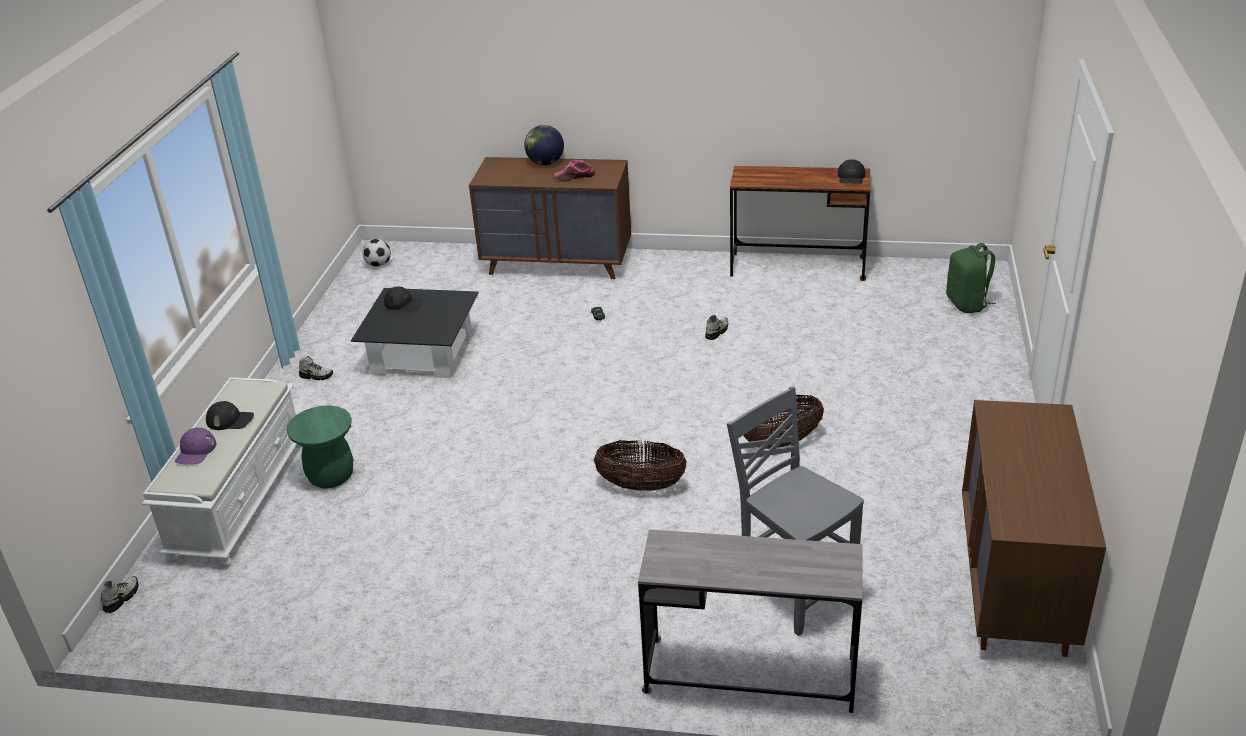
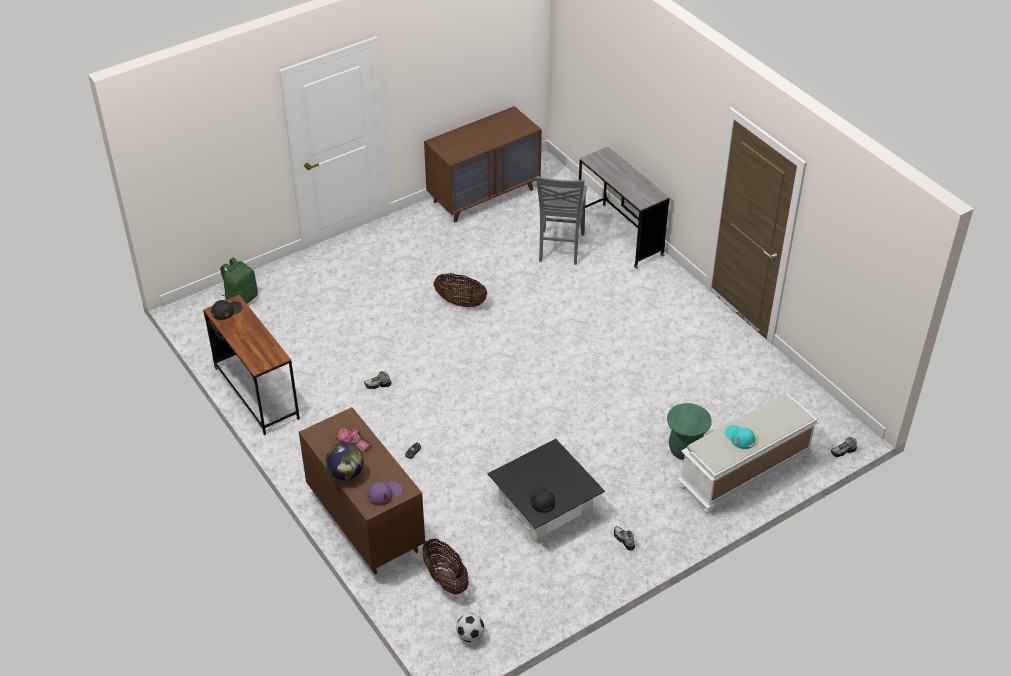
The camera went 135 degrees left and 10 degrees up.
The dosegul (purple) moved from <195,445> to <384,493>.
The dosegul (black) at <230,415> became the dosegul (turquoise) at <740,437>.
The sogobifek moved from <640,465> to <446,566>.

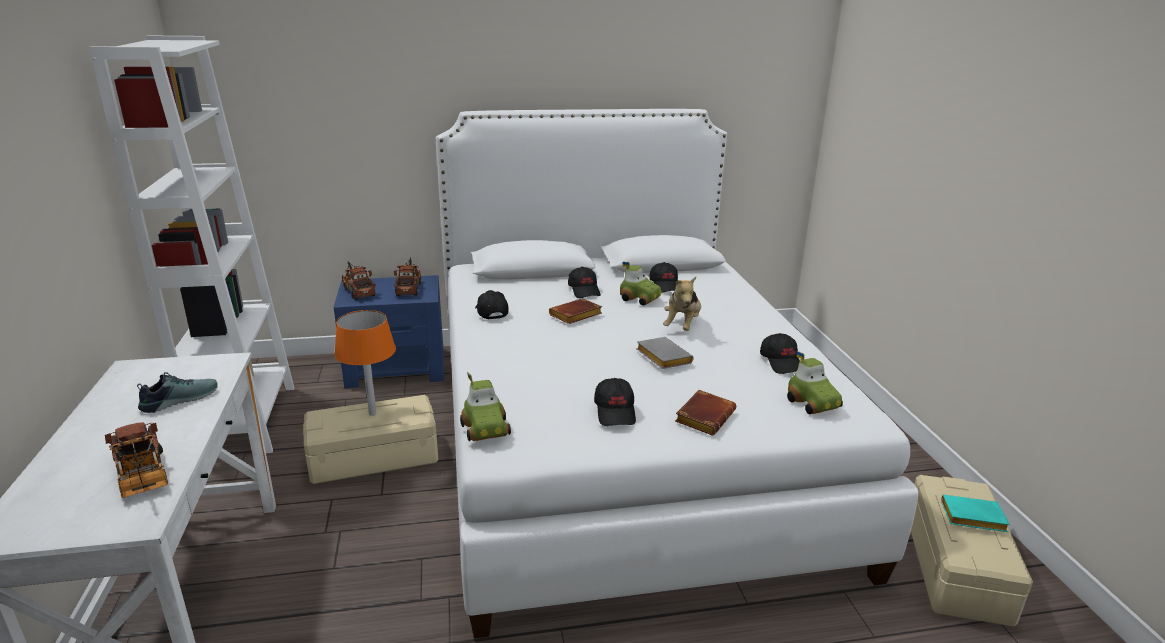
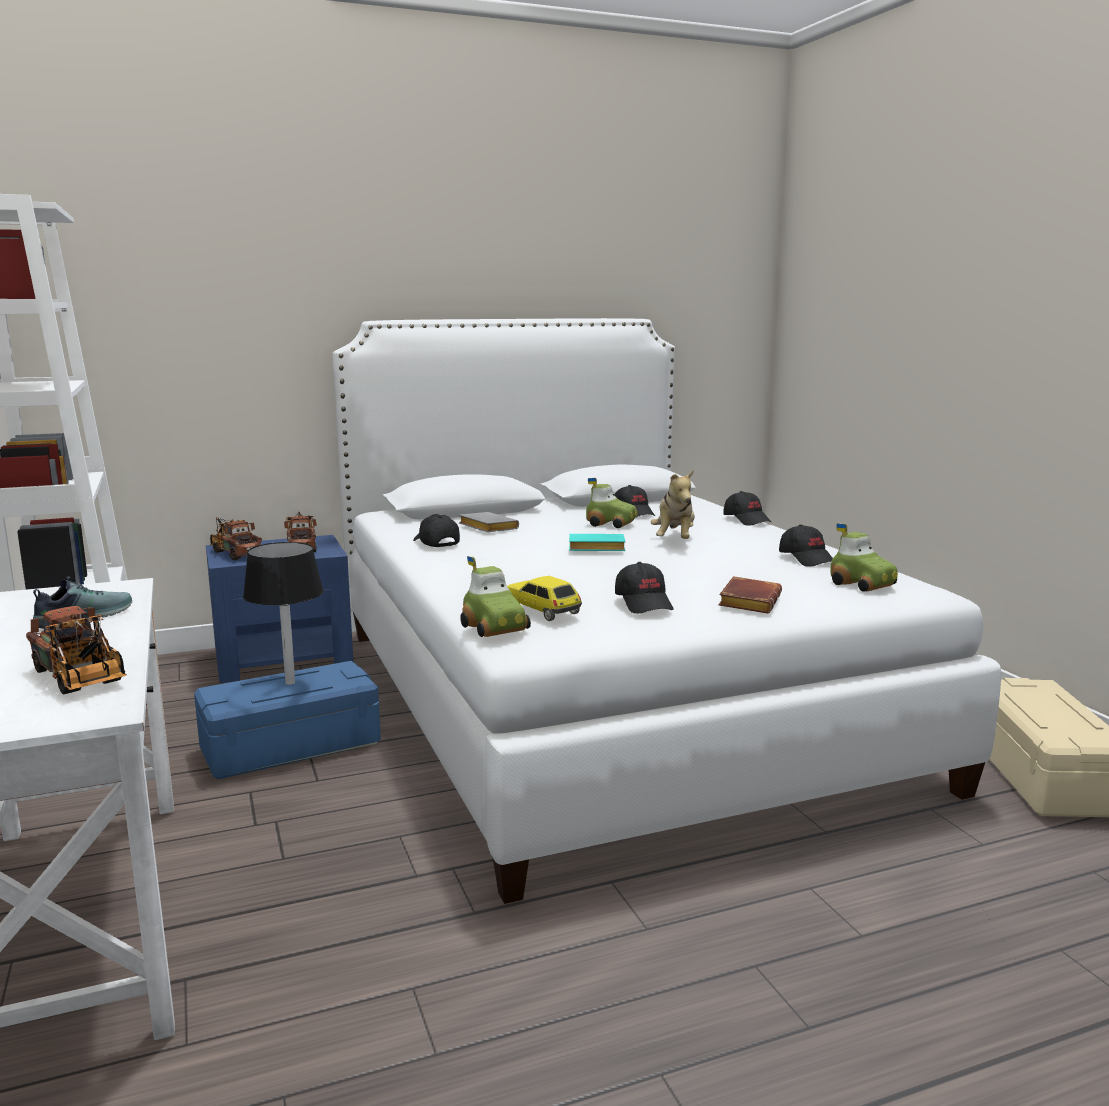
The camera went 10 degrees left and 10 degrees down.
The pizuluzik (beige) at <370,439> became the pizuluzik (blue) at <287,720>.
The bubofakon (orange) at <365,363> became the bubofakon (black) at <283,613>.
The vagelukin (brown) at <575,311> disappeared.
The dosegul (black) moved from <584,282> to <747,508>.
The vagelukin (grey) moved from <665,353> to <489,522>.
The vagelukin (turquoise) moved from <975,513> to <597,542>.
The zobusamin at <544,598> appeared.

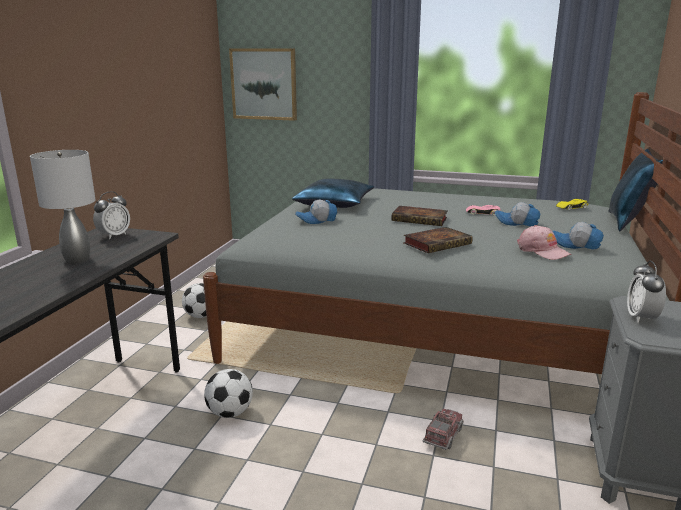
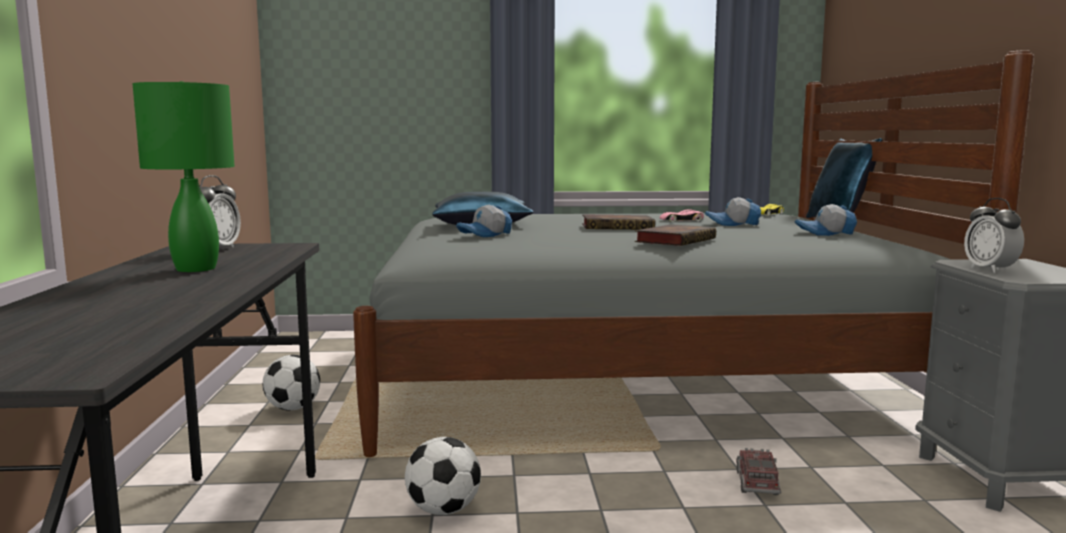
The camera went 20 degrees left and 10 degrees down.
The bubofakon (grey) at <63,207> became the bubofakon (green) at <183,176>.
The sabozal at <263,84> disappeared.
The dosegul (pink) at <544,242> disappeared.

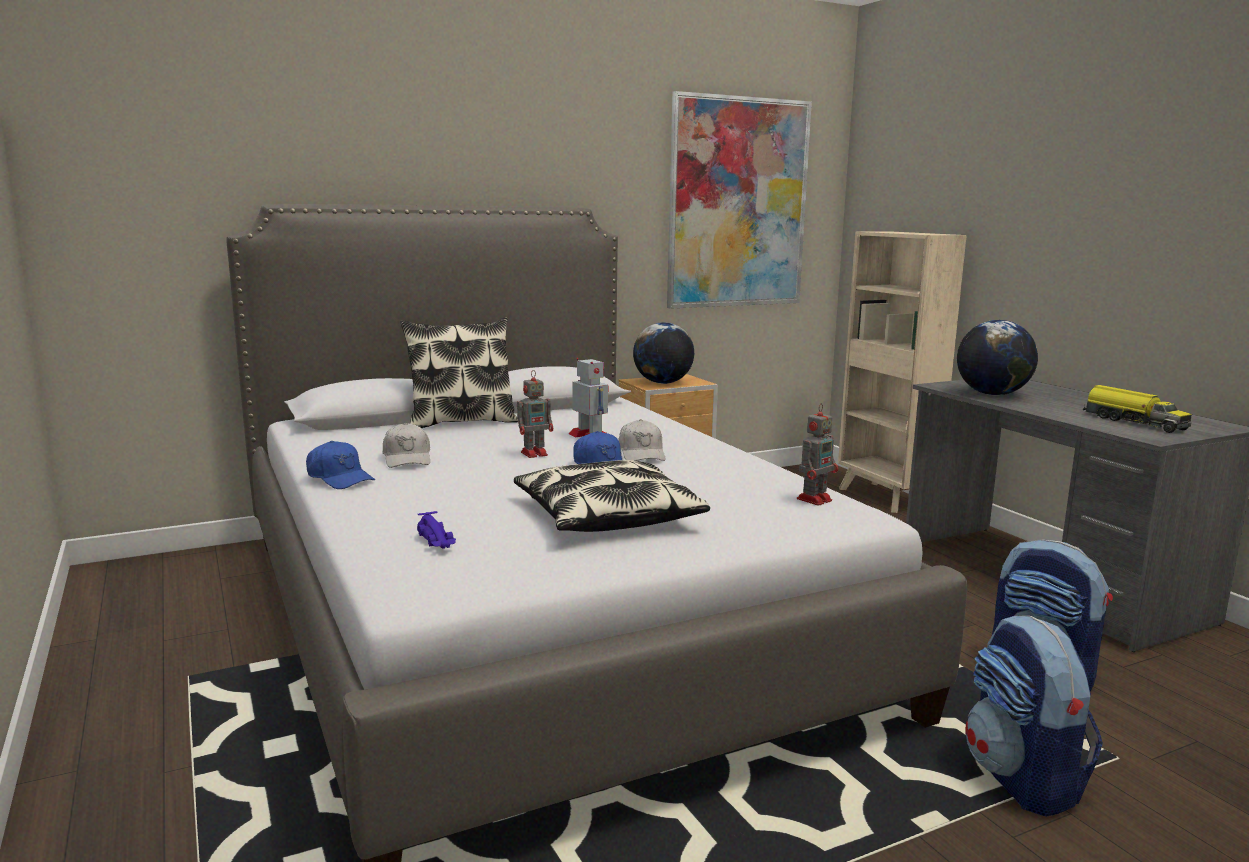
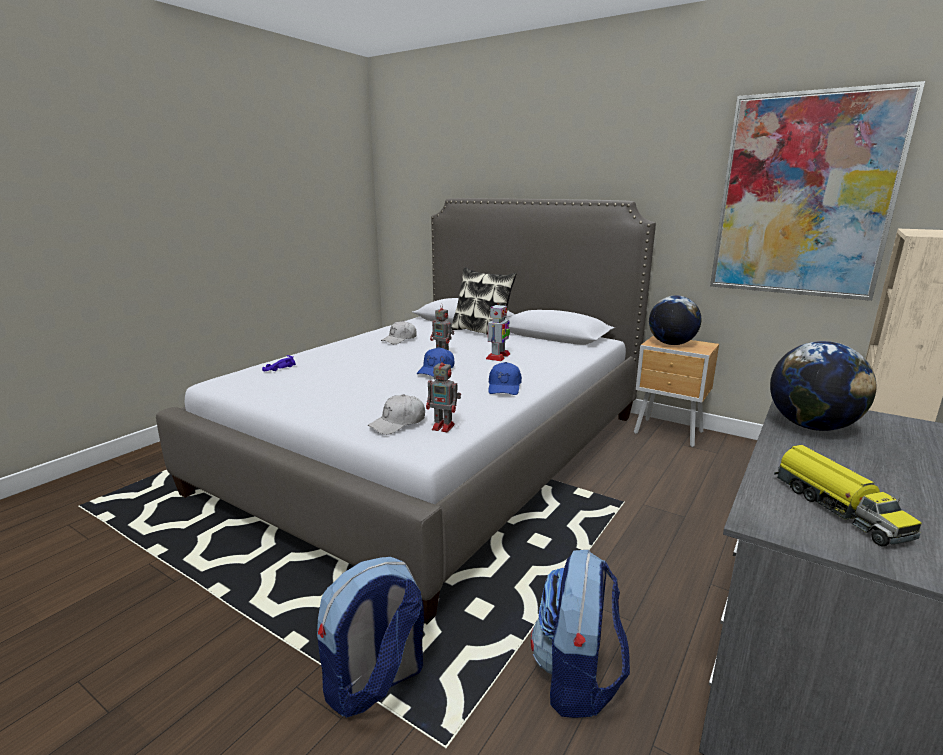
The camera went 60 degrees right and 5 degrees up.
The dosegul (blue) moved from <340,465> to <505,378>.
The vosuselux at <612,496> disappeared.
The dosegul (white) moved from <642,440> to <396,414>.
The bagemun at <1137,409> turned 45 degrees counterclockwise.

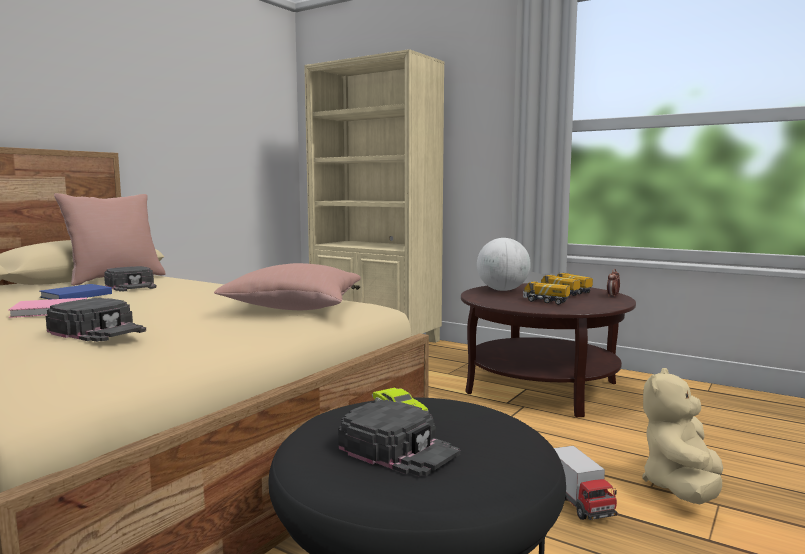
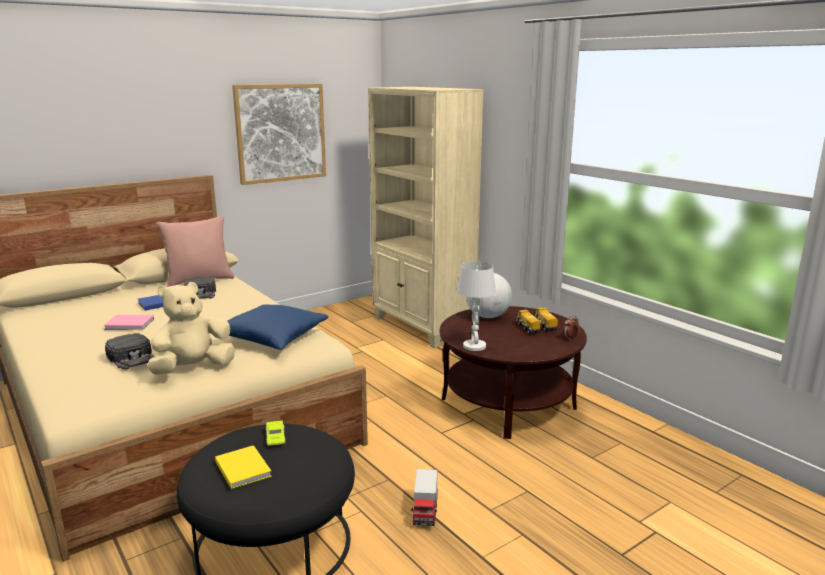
The camera went 20 degrees right and 10 degrees up.
The vosuselux (pink) at <287,286> became the vosuselux (blue) at <277,327>.
The dosegul (black) at <399,438> was replaced by the vagelukin (yellow) at <243,467>.
The bagemun at <546,293> disappeared.
The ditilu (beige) moved from <682,436> to <191,328>.
The sabozal at <279,134> appeared.
The bubofakon (white) at <476,306> appeared.

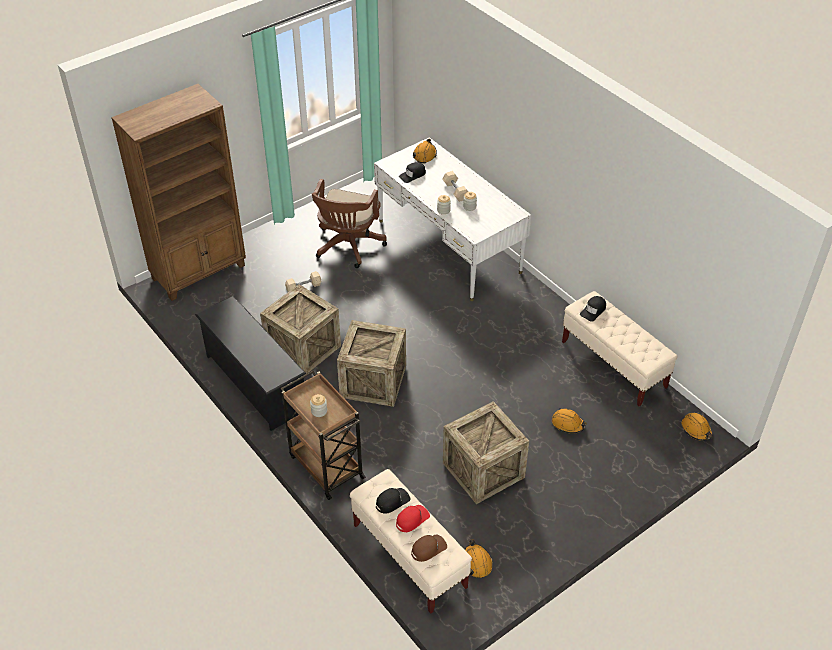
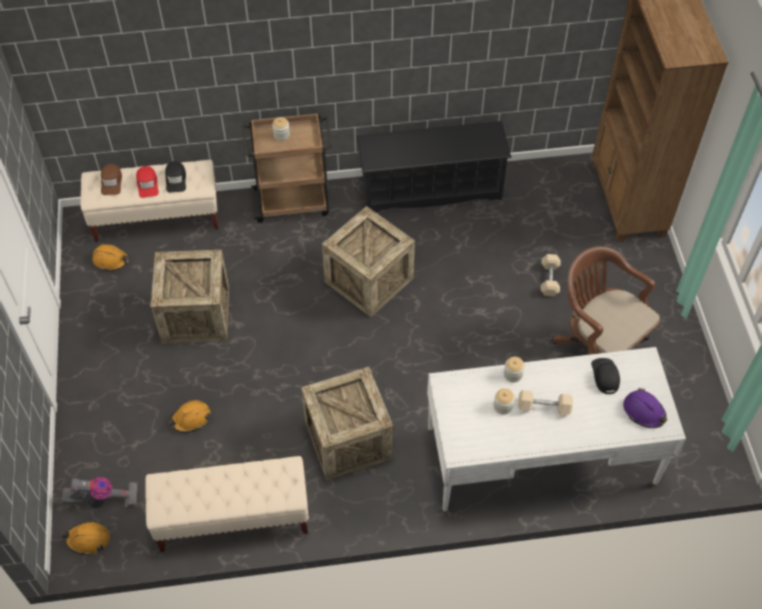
The camera went 120 degrees right and 10 degrees up.
The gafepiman moved from <300,330> to <347,423>.
The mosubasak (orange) at <425,150> became the mosubasak (purple) at <645,408>.
The dosegul (black) at <593,309> disappeared.
The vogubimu at <100,493> appeared.

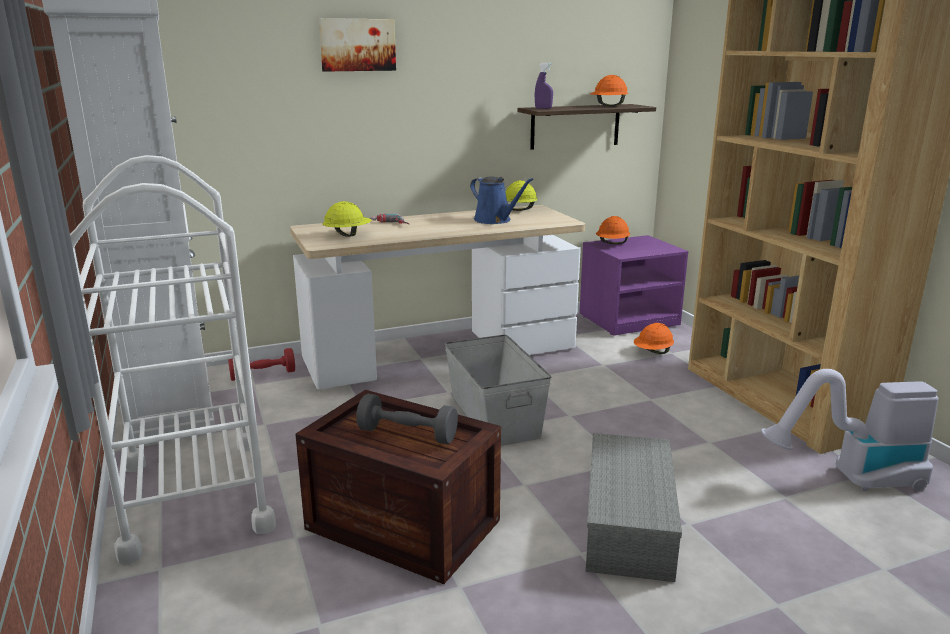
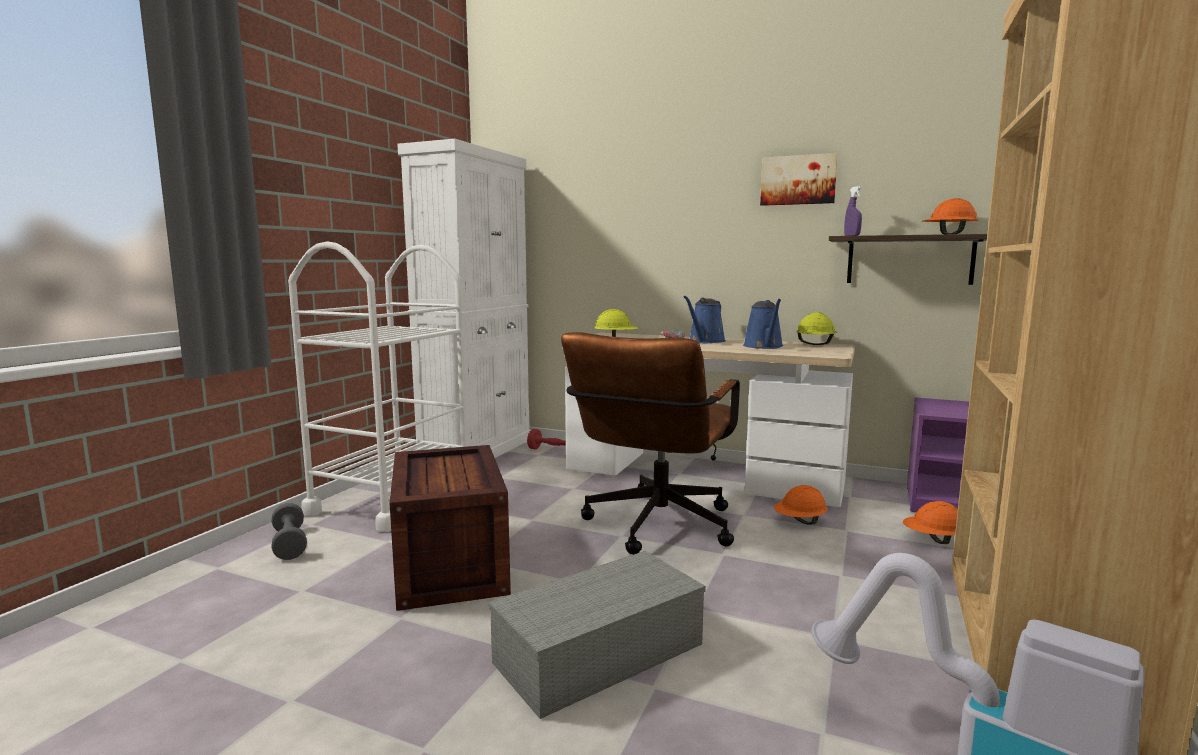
The camera went 45 degrees right and 10 degrees down.
The sabozal moved from <357,45> to <799,179>.
The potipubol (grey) moved from <407,419> to <289,531>.
The pizuluzik (grey) at <498,390> was replaced by the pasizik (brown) at <650,443>.
The mosubasak (orange) moved from <613,230> to <800,505>.
The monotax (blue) at <705,319> appeared.

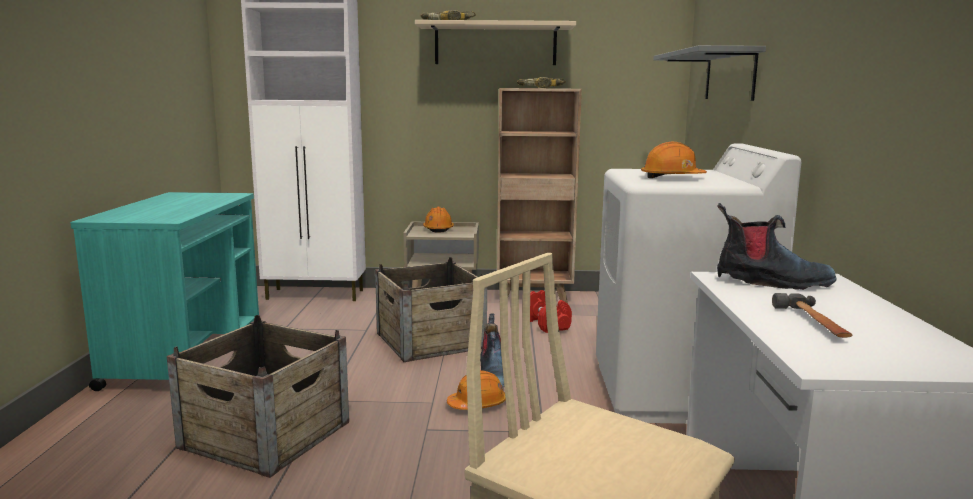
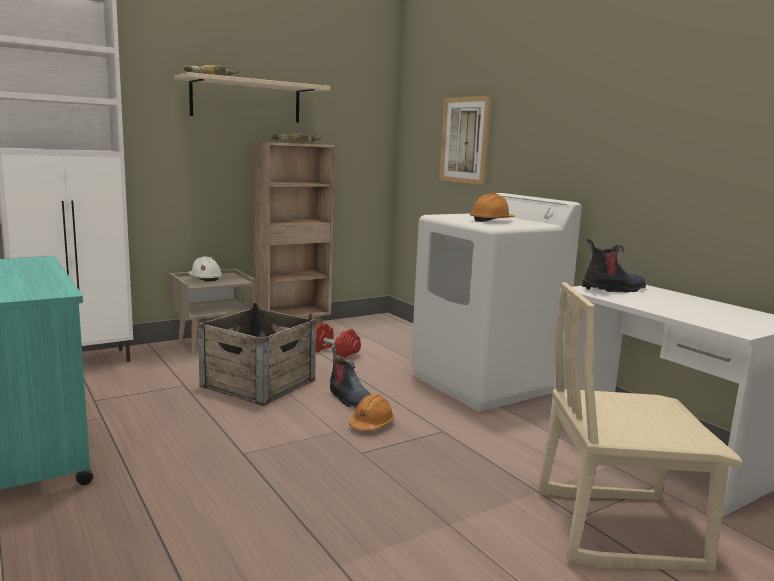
The camera went 35 degrees left and 0 degrees up.
The gafepiman at <258,396> disappeared.
The mosubasak (orange) at <438,220> became the mosubasak (white) at <205,269>.
The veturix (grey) at <709,73> was replaced by the sabozal at <465,140>.
The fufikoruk at <812,315> disappeared.

